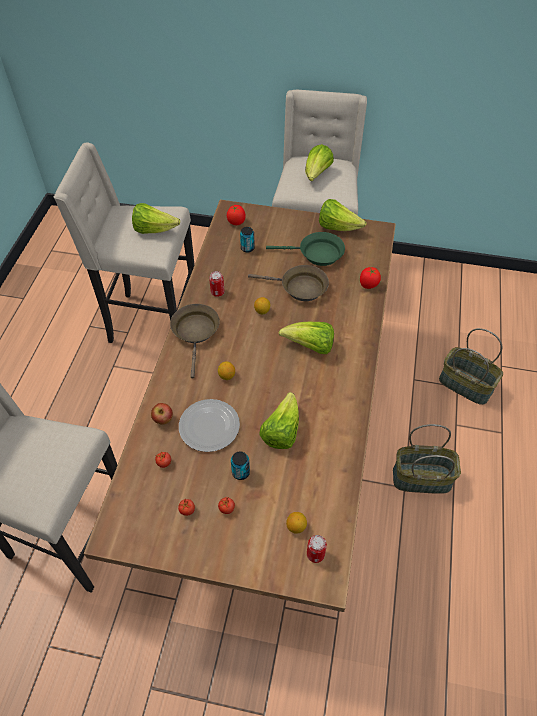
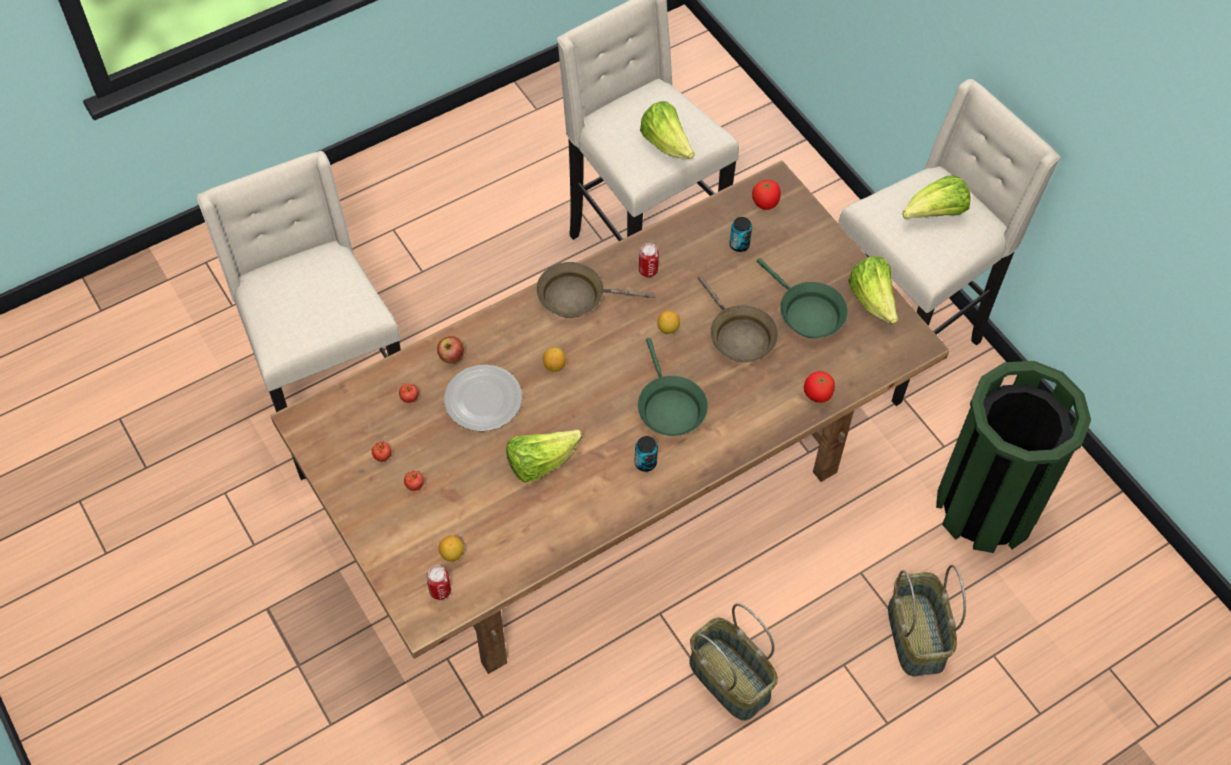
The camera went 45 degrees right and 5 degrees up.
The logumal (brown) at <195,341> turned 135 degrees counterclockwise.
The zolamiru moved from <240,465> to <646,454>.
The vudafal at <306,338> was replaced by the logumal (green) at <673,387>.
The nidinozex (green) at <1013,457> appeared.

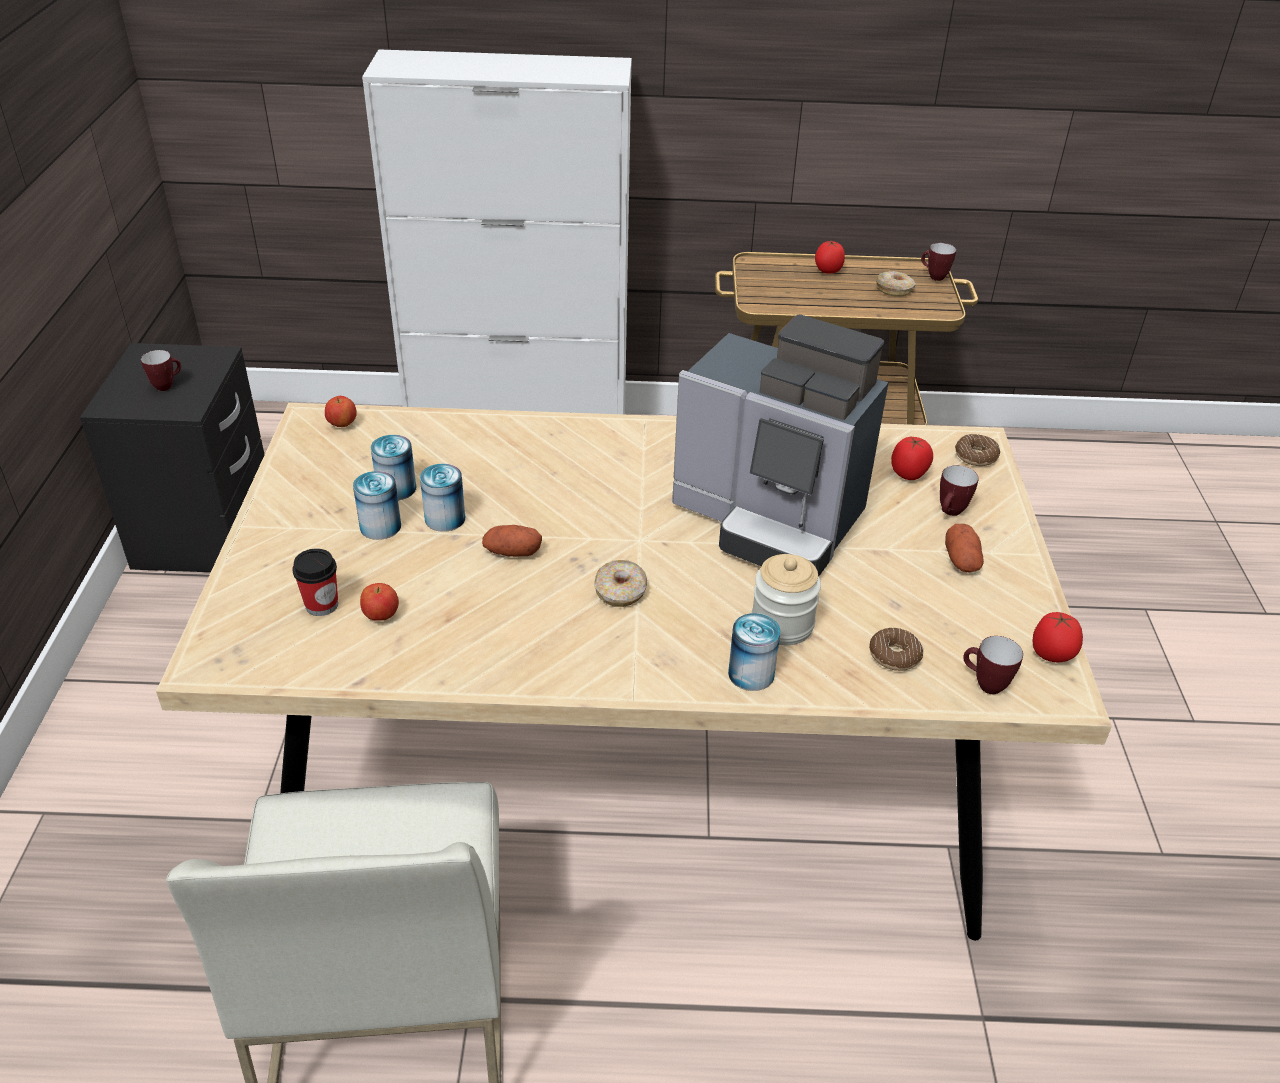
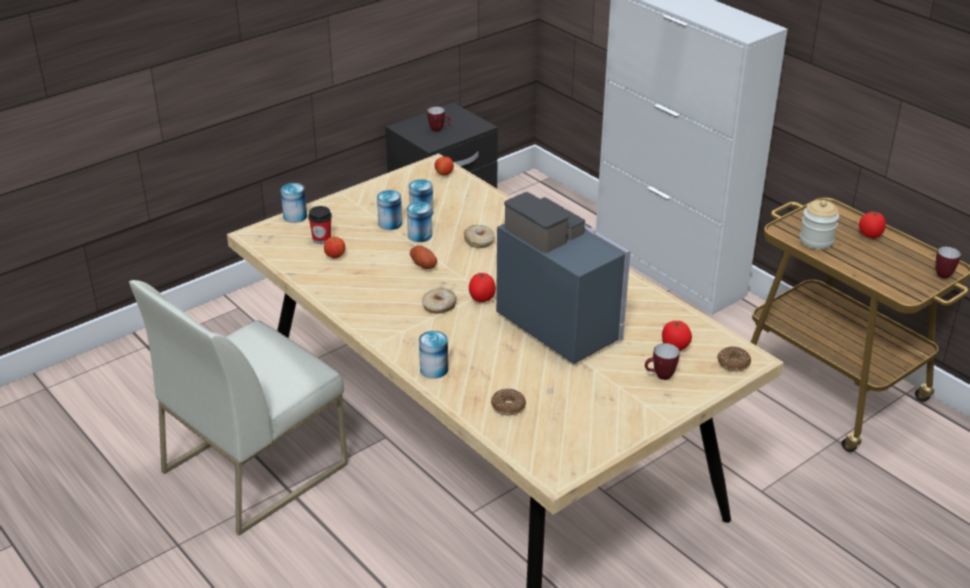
The camera went 50 degrees right and 5 degrees down.
The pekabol at <780,445> turned 150 degrees clockwise.
The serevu moved from <786,599> to <819,224>.
The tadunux moved from <896,283> to <479,236>.
The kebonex at <964,548> disappeared.
The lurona at <993,665> disappeared.
The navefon moved from <1058,637> to <482,287>.
The zolamiru at <294,203> appeared.

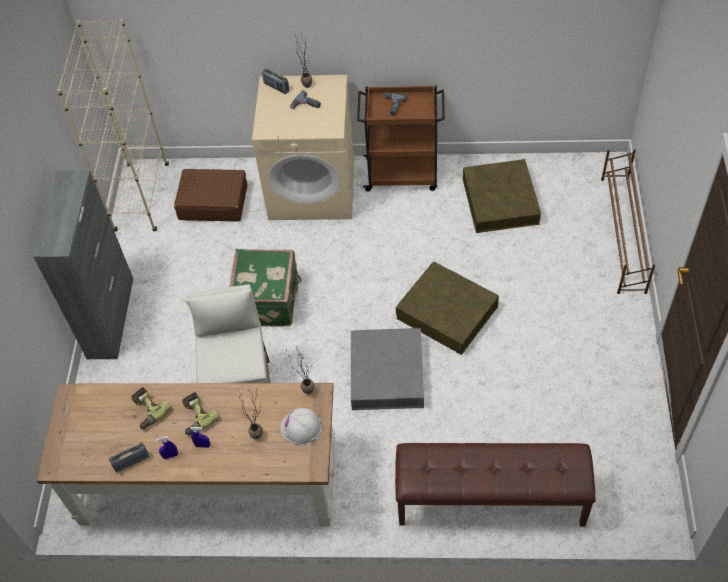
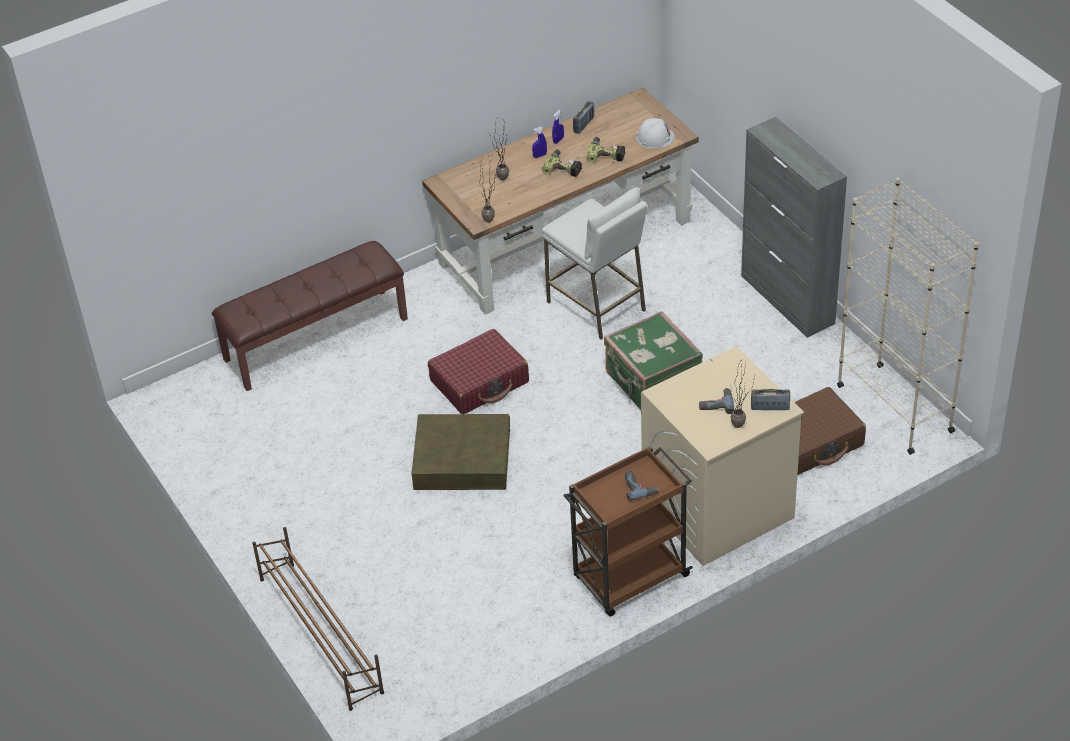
The camera went 145 degrees right and 10 degrees down.
The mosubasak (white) moved from <301,426> to <655,133>.
The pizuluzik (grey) at <387,369> was replaced by the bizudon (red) at <478,371>.
The pizuluzik (brown) at <502,196> disappeared.

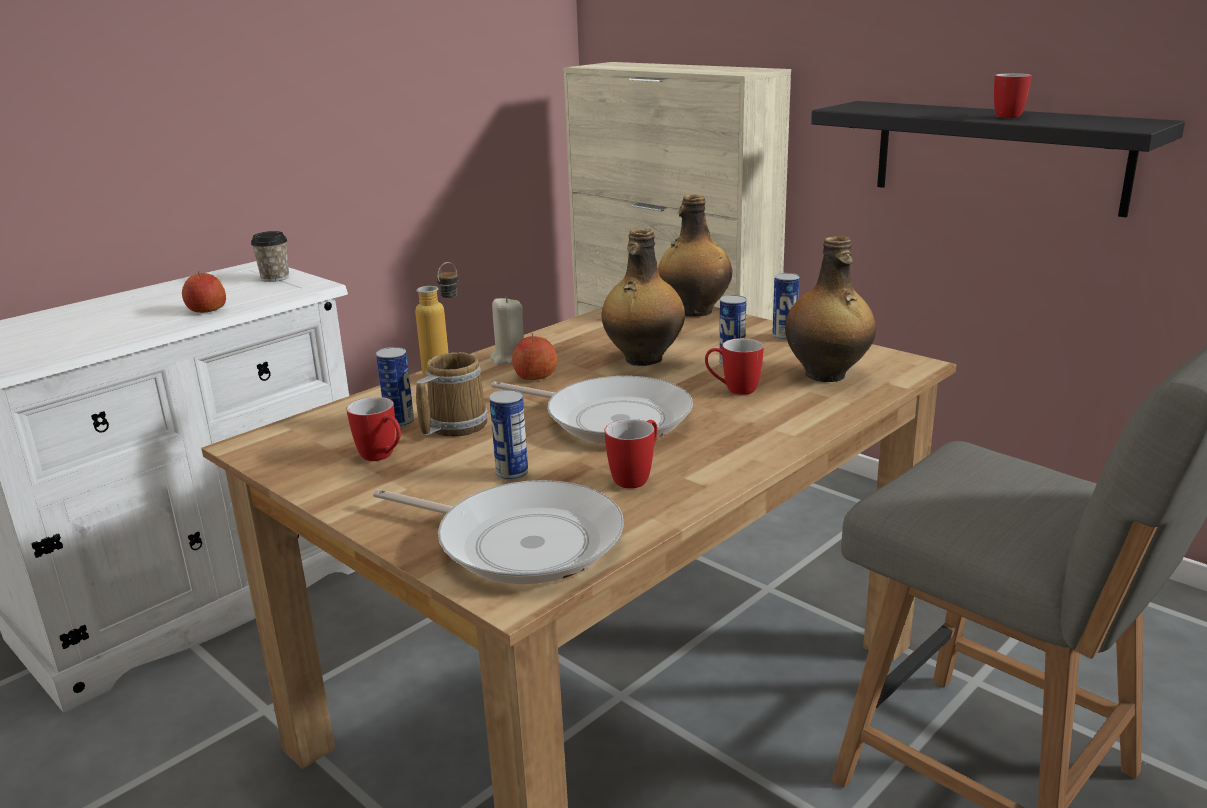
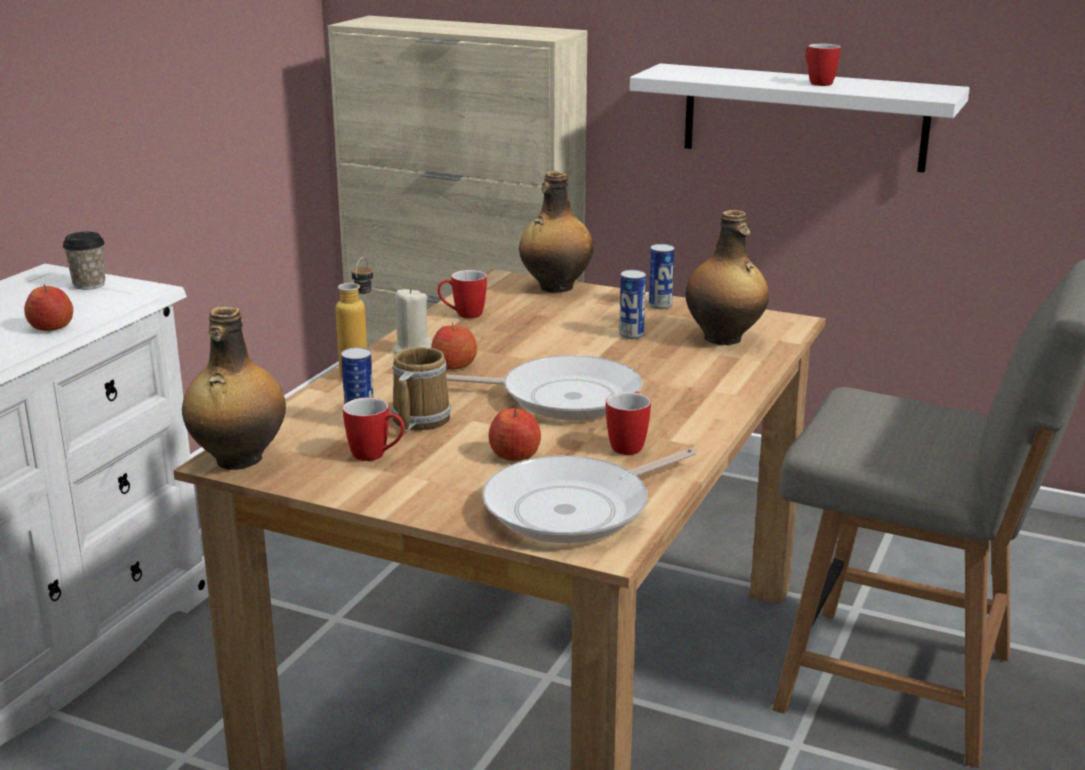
The camera went 20 degrees left and 0 degrees up.
The logumal at <498,532> turned 135 degrees clockwise.
The zolamiru at <508,435> was replaced by the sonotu at <515,434>.
The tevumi moved from <643,297> to <234,388>.
The lurona moved from <734,366> to <462,294>.
The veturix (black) at <998,159> became the veturix (white) at <800,118>.

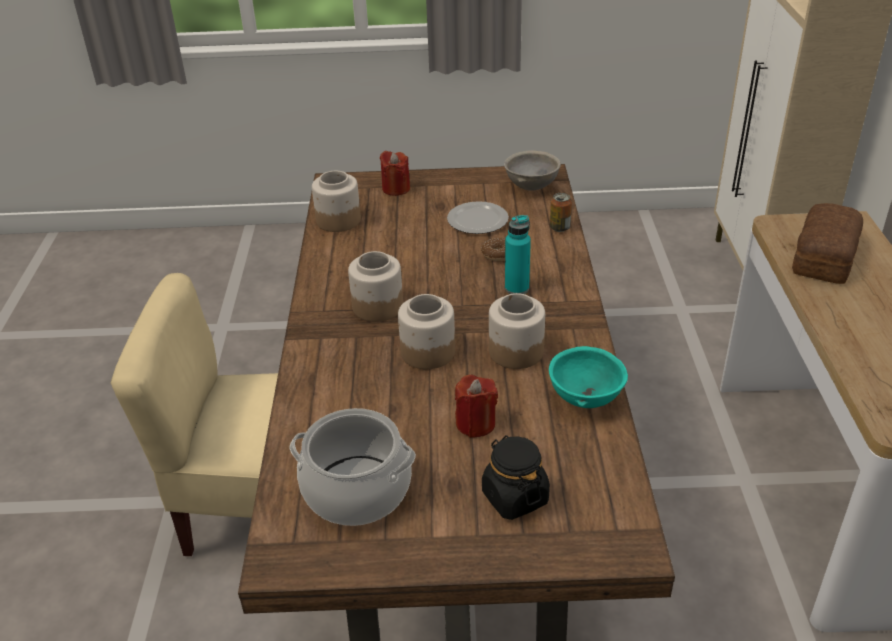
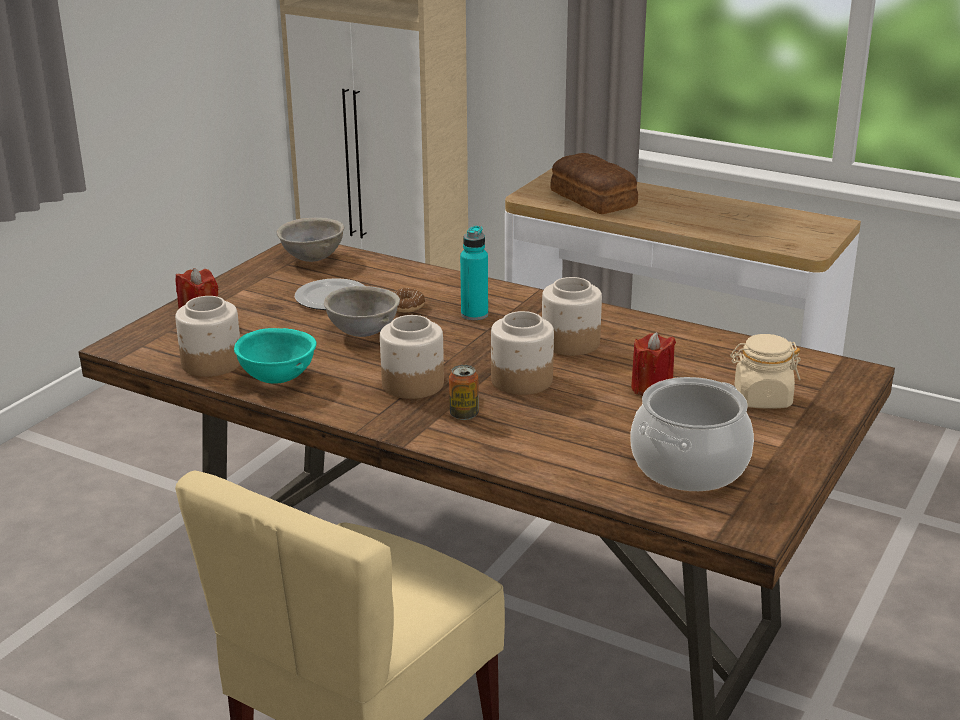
The camera went 60 degrees left and 10 degrees down.
The serevu (black) at <516,477> became the serevu (beige) at <765,371>.
The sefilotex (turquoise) moved from <588,377> to <275,356>.
The zolamiru moved from <561,212> to <464,392>.
The sefilotex (grey) at <362,311> appeared.

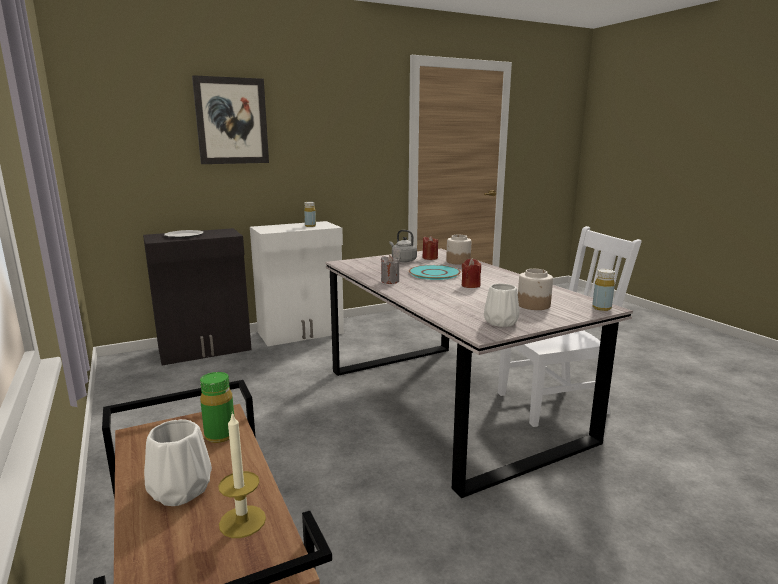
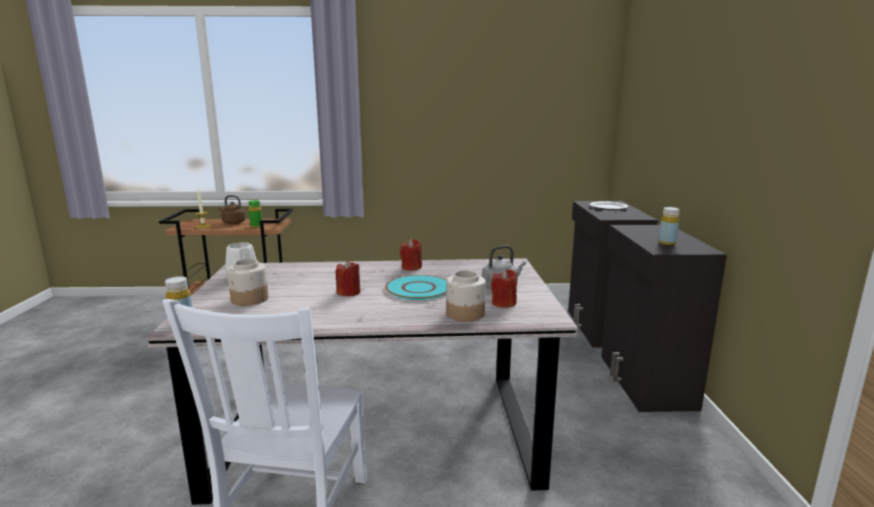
The camera went 115 degrees right and 0 degrees up.
The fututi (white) at <178,462> was replaced by the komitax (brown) at <232,209>.
The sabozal at <230,119> disappeared.
The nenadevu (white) at <297,283> became the nenadevu (black) at <664,318>.
The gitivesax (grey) at <390,269> became the gitivesax (red) at <411,255>.

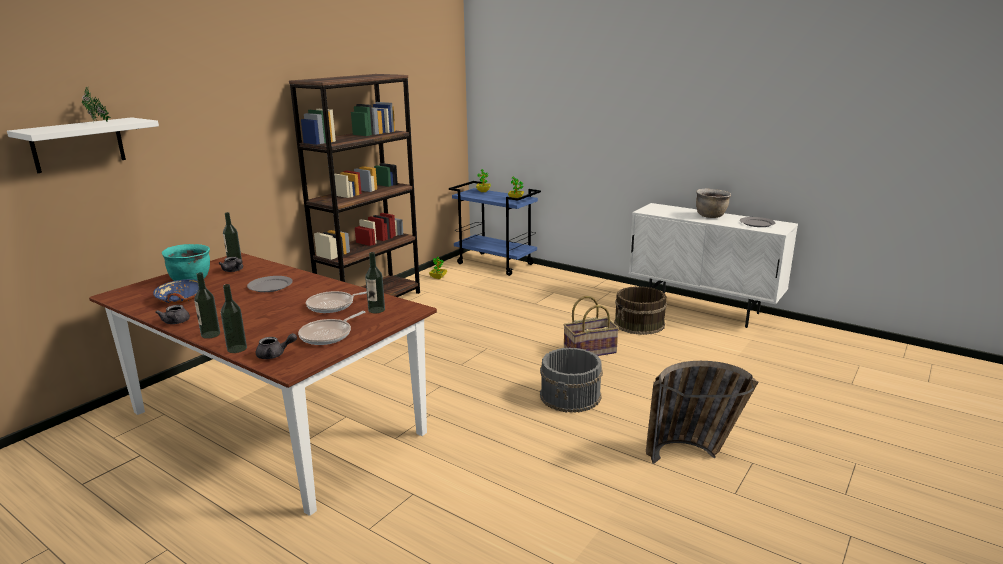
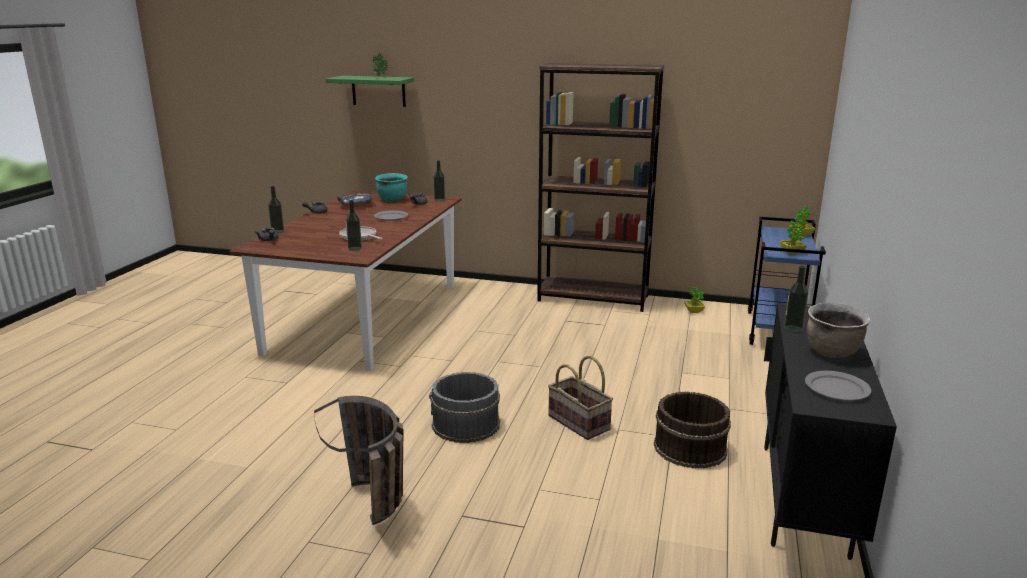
The camera went 70 degrees right and 0 degrees up.
The veturix (white) at <83,145> became the veturix (green) at <369,91>.
The tevumi moved from <207,305> to <796,299>.
The logumal at <332,328> disappeared.
The nenadevu (white) at <713,265> became the nenadevu (black) at <830,432>.

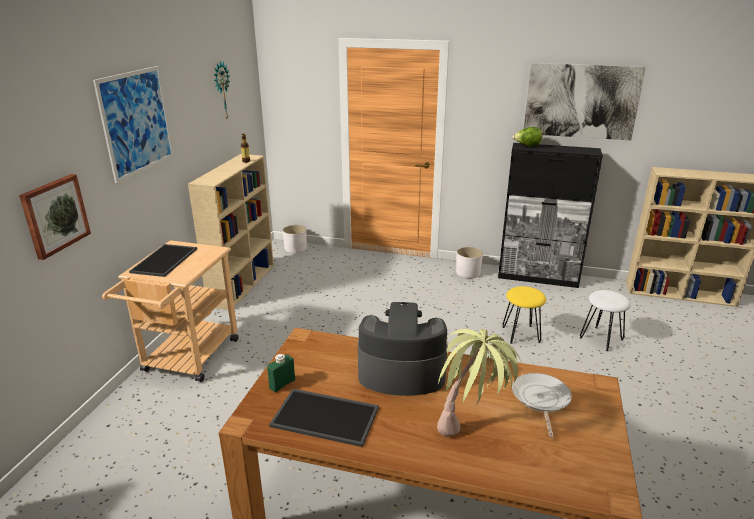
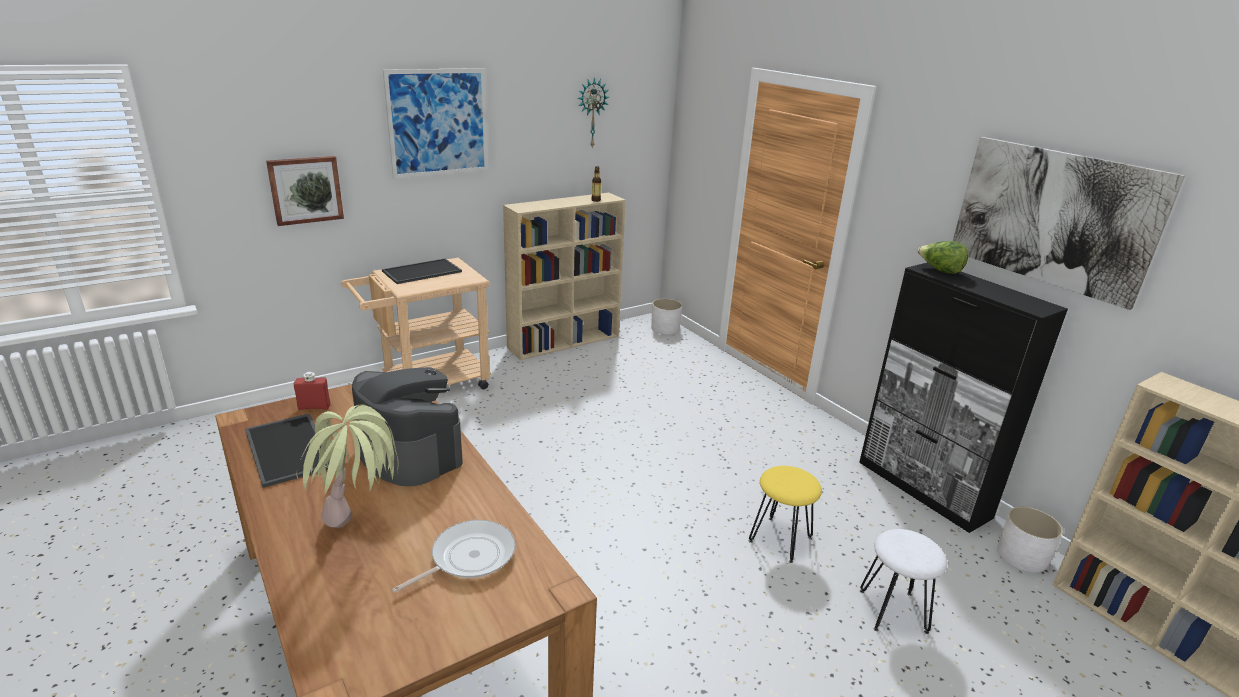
The camera went 40 degrees right and 0 degrees up.
The tevumi (green) at <281,373> became the tevumi (red) at <312,391>.
The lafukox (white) moved from <469,262> to <1030,540>.

